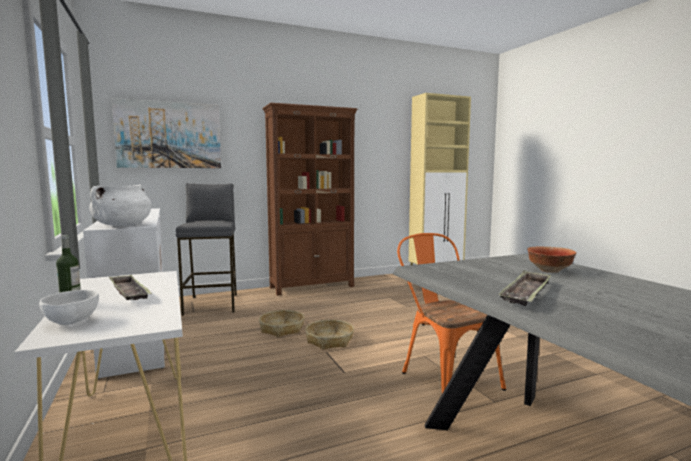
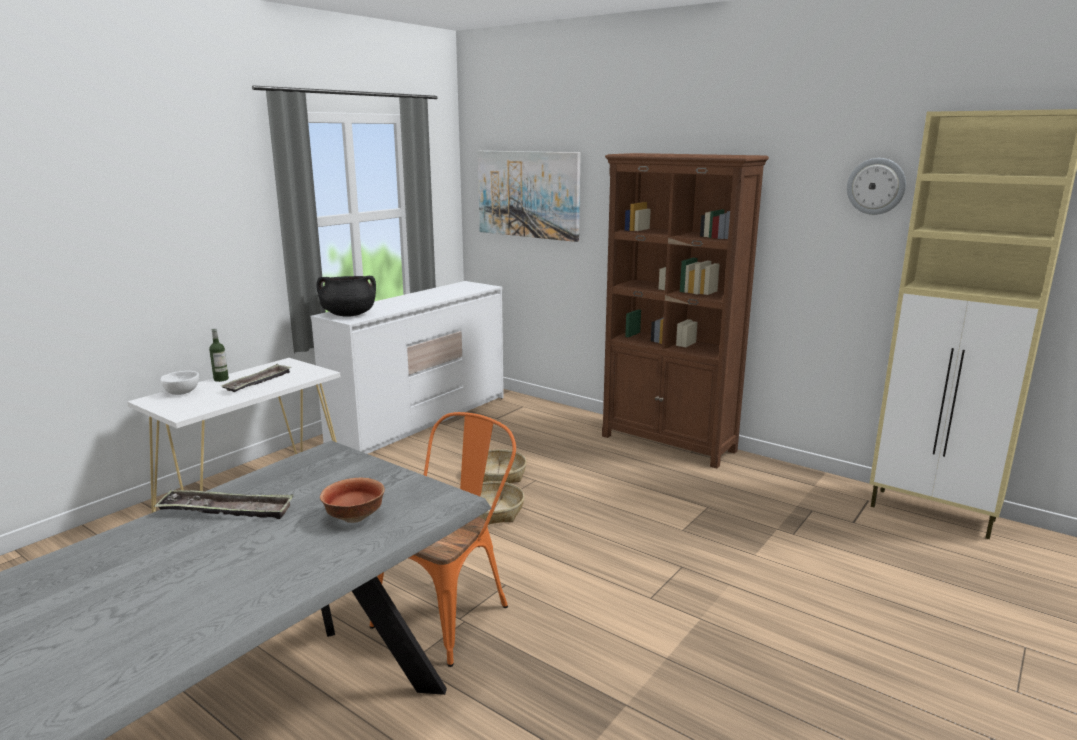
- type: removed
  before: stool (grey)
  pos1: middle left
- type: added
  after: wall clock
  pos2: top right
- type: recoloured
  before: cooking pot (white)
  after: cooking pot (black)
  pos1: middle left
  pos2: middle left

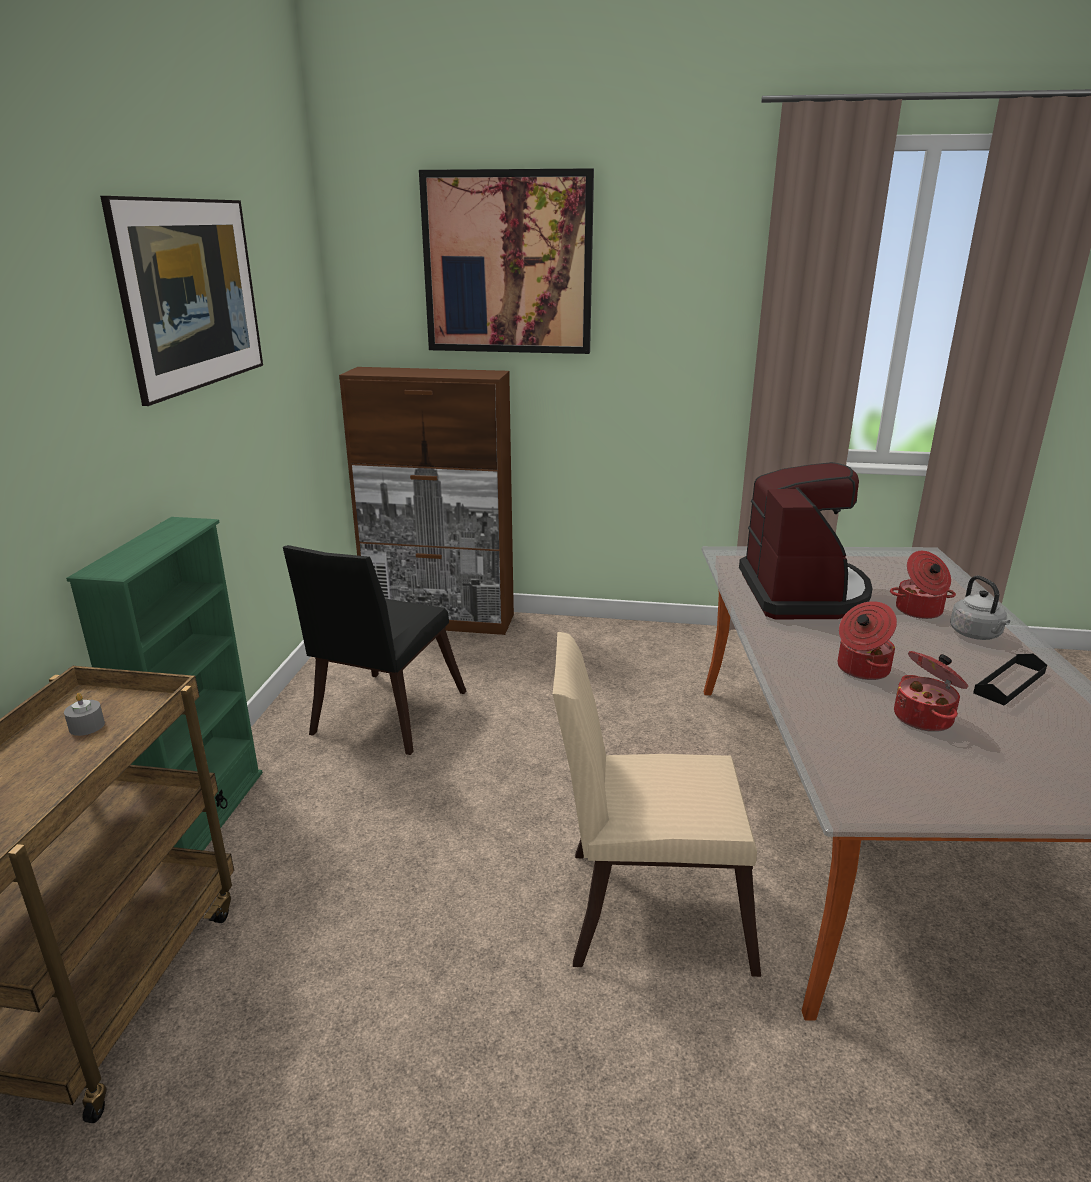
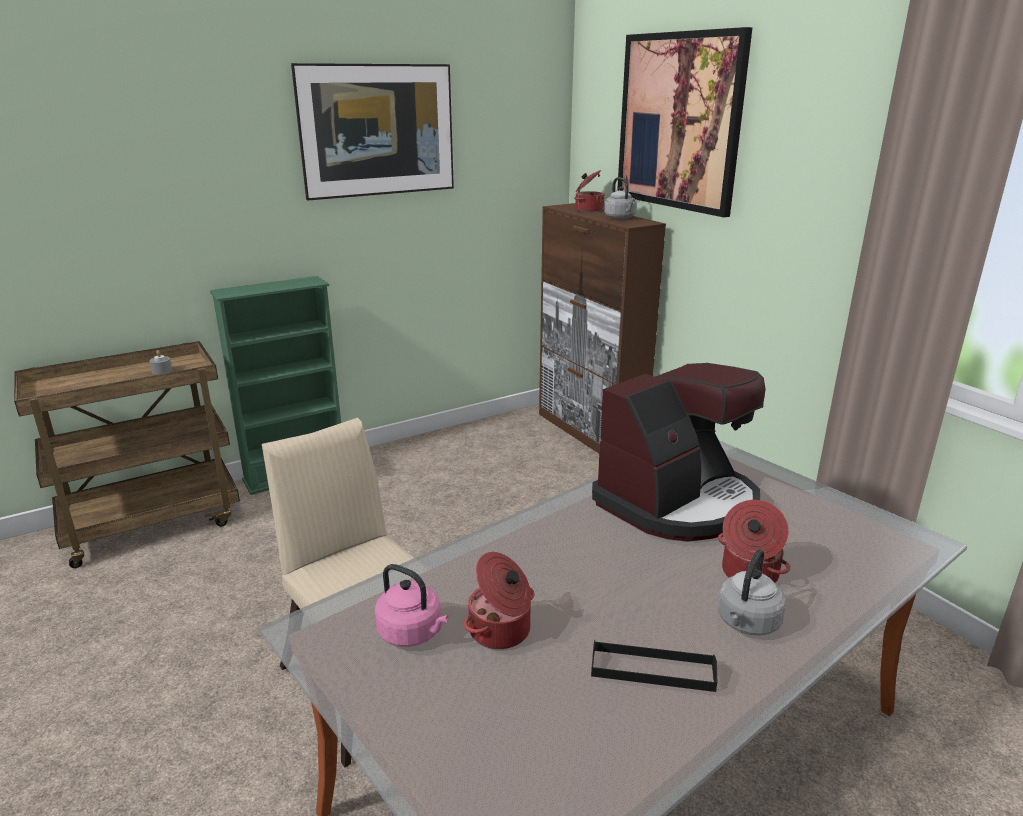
- type: removed
  before: chair (black)
  pos1: centre
- type: added
  after: kettle (pink)
  pos2: bottom centre
- type: added
  after: kettle (grey) (1st from left)
  pos2: top centre
- type: moved
  before: cooking pot (1st from left in the first image)
  after: cooking pot (2nd from left)
  pos1: middle right
  pos2: top centre

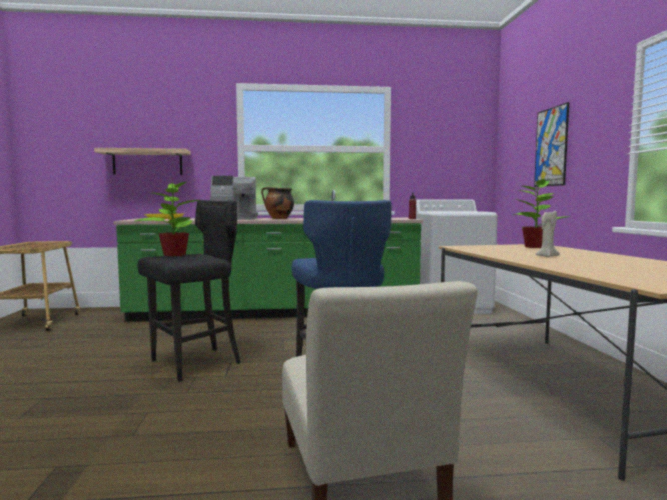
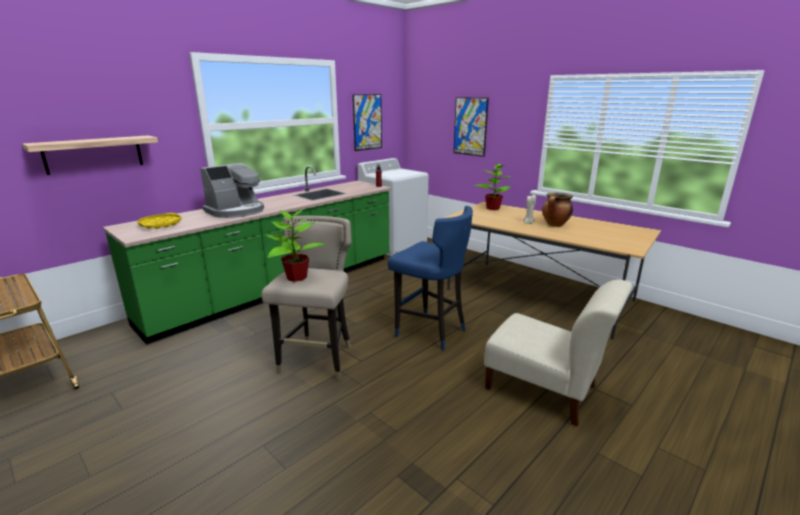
- type: added
  after: picture (1st from left)
  pos2: top centre
- type: moved
  before: cooking pot
  pos1: centre
  pos2: middle right
- type: recoloured
  before: stool (black)
  after: stool (beige)
  pos1: middle left
  pos2: centre

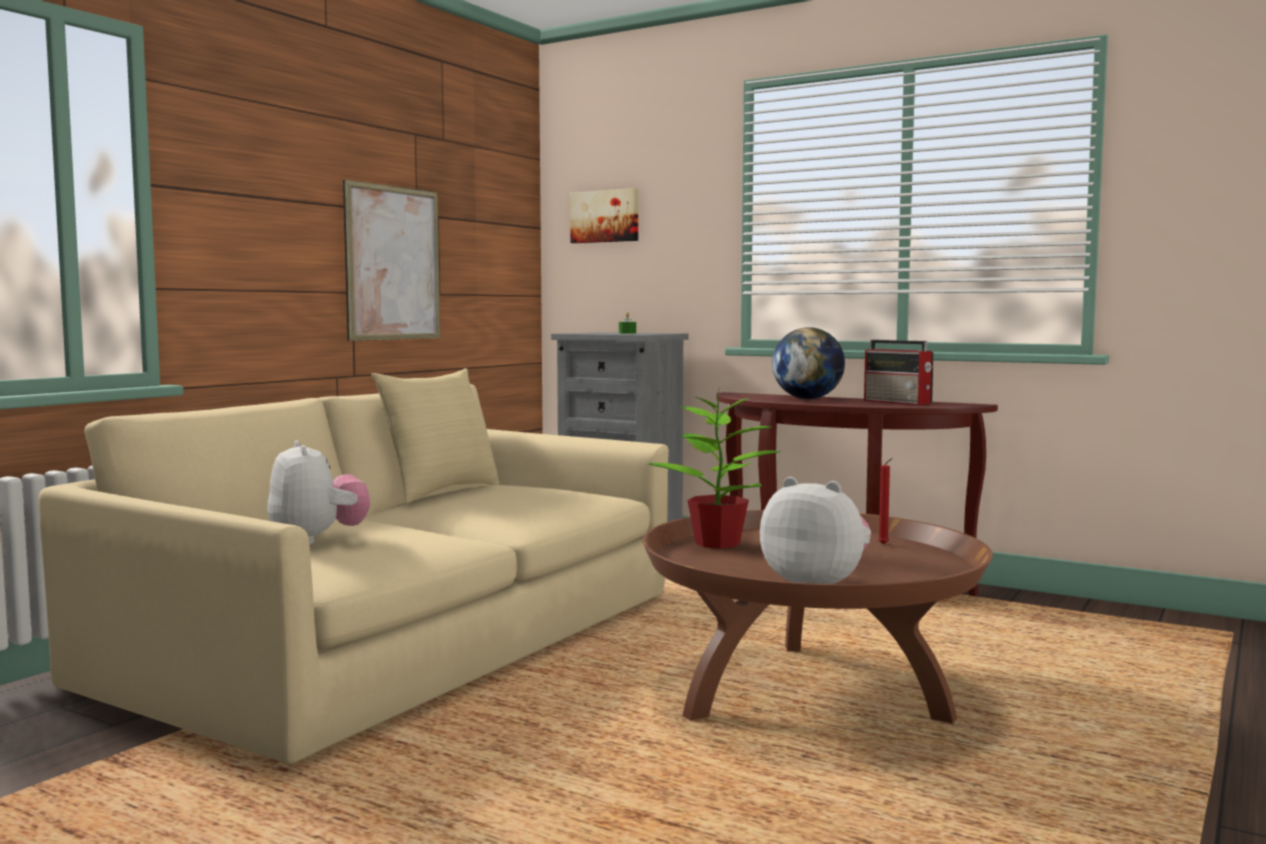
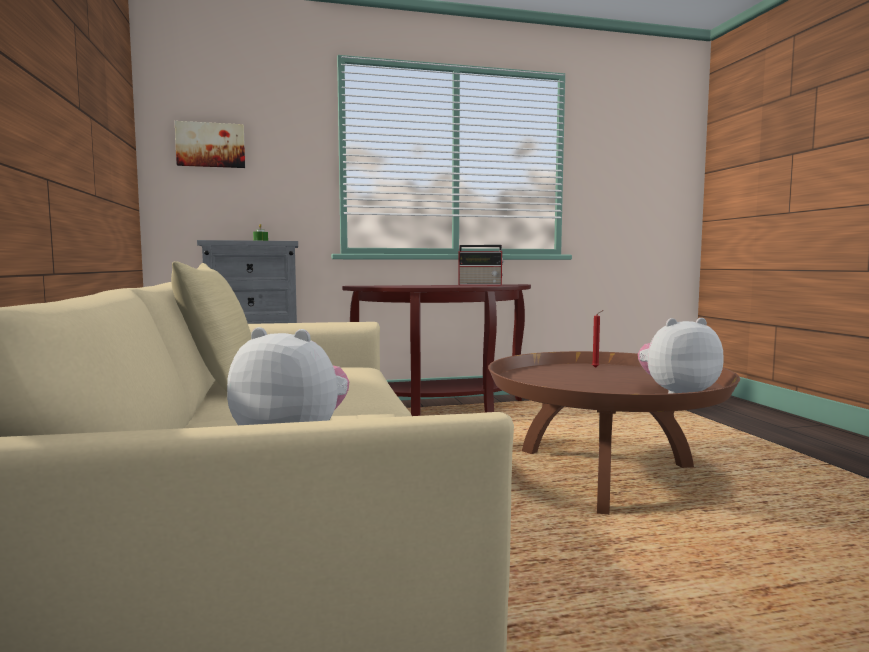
- type: removed
  before: picture (1st from left)
  pos1: top left
- type: removed
  before: potted plant
  pos1: centre
- type: removed
  before: globe
  pos1: centre

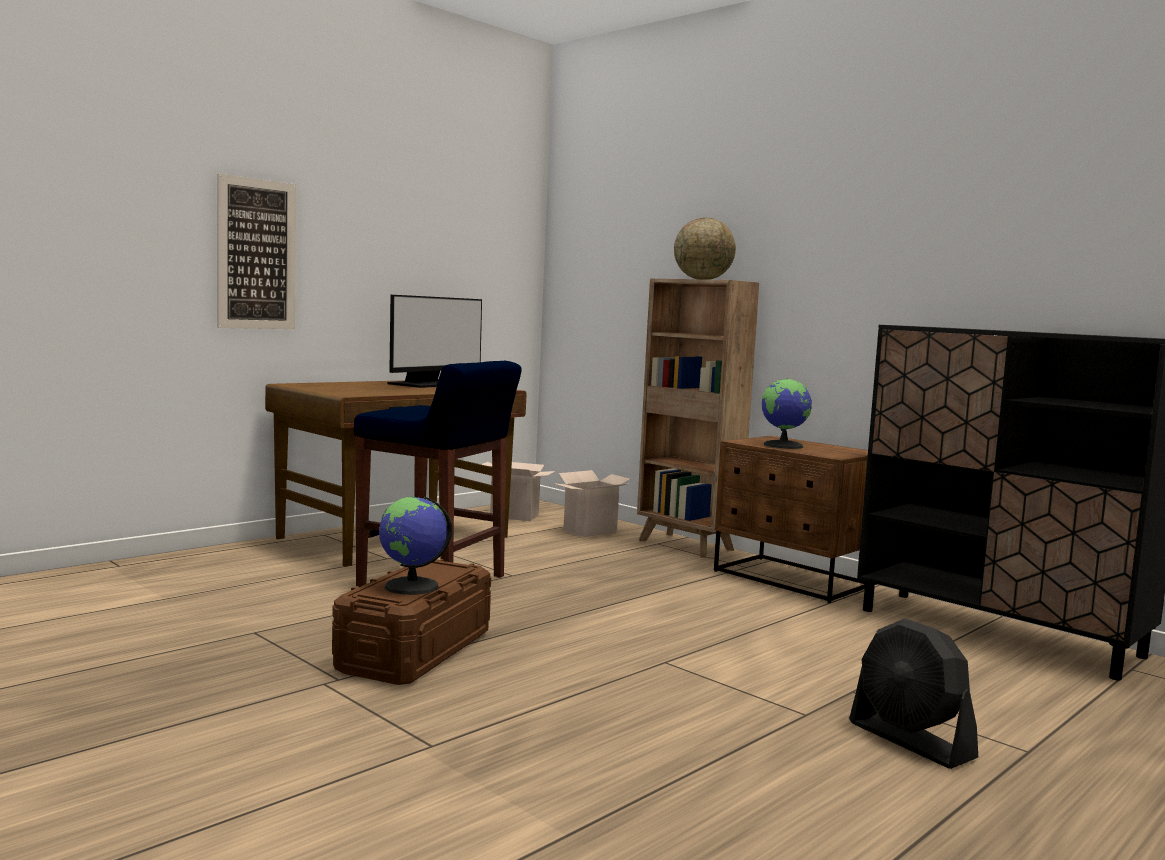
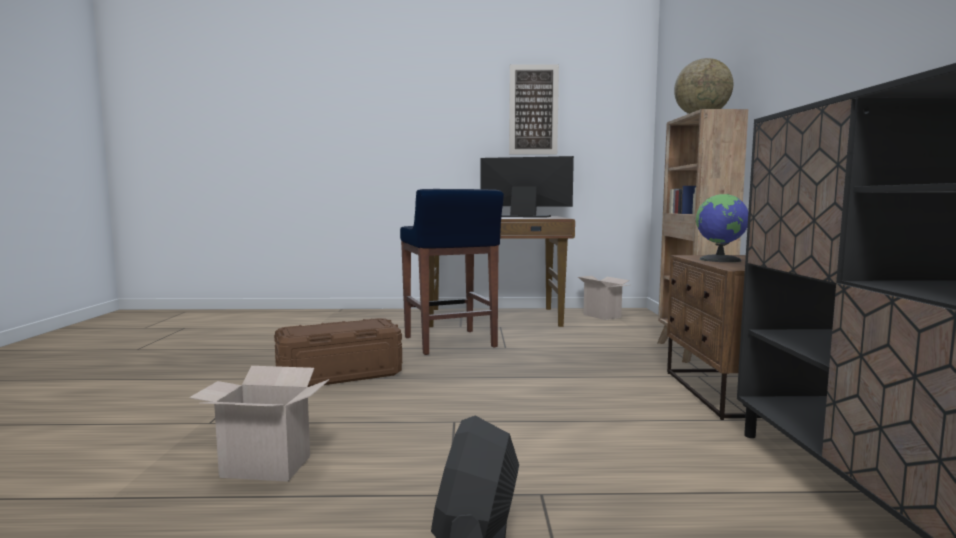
- type: removed
  before: globe (1st from left)
  pos1: centre
- type: moved
  before: picture
  pos1: top left
  pos2: top centre
- type: moved
  before: cardboard box (2nd from left in the first image)
  after: cardboard box (1st from left)
  pos1: centre
  pos2: bottom left
- type: turned
  before: monitor
  pos1: centre
  pos2: centre
  turn: -150

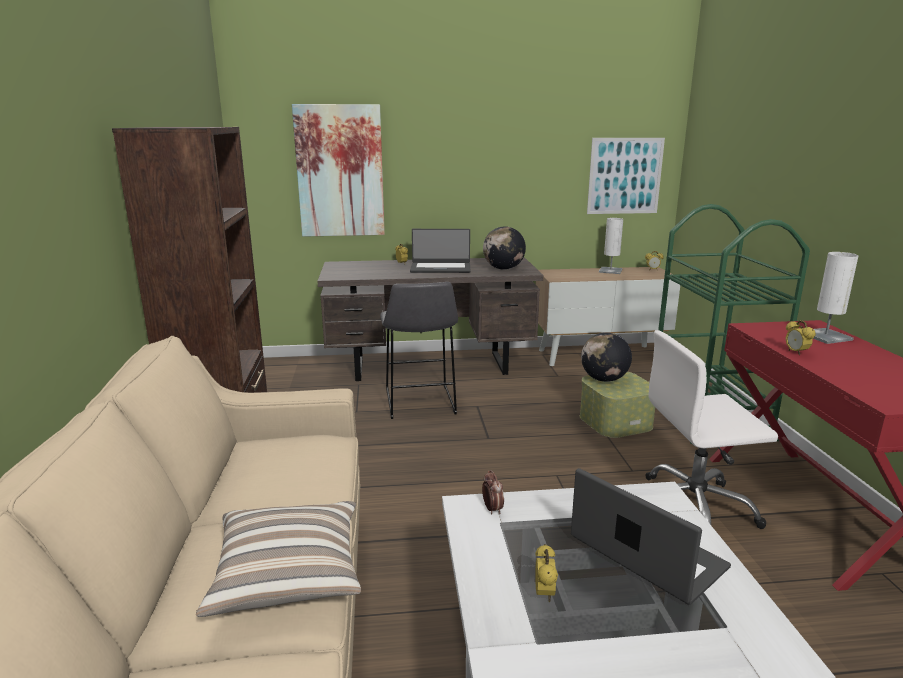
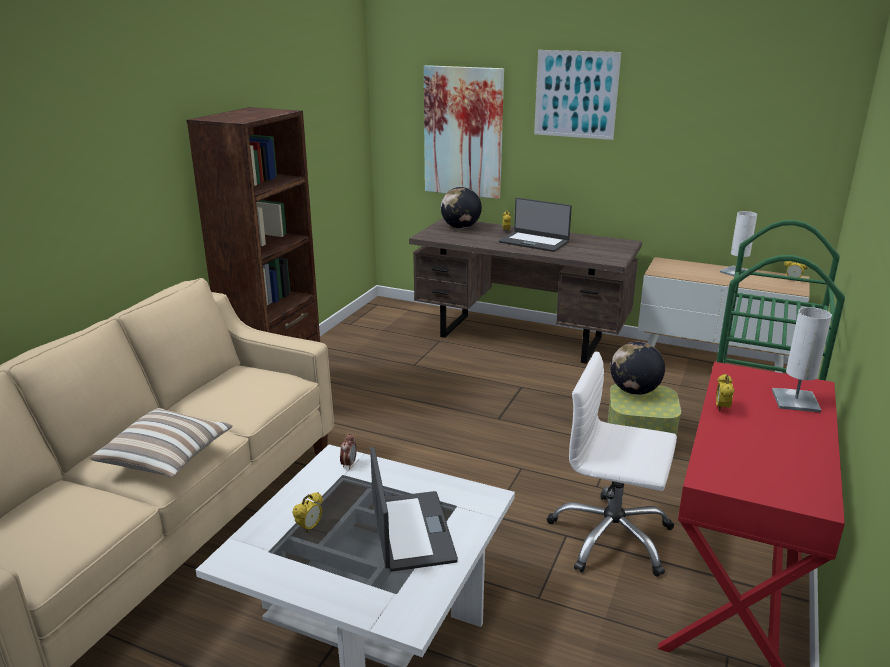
- type: removed
  before: stool (grey)
  pos1: centre
- type: moved
  before: globe (1st from left)
  pos1: centre
  pos2: top centre
- type: moved
  before: picture (2nd from left)
  pos1: top right
  pos2: top centre

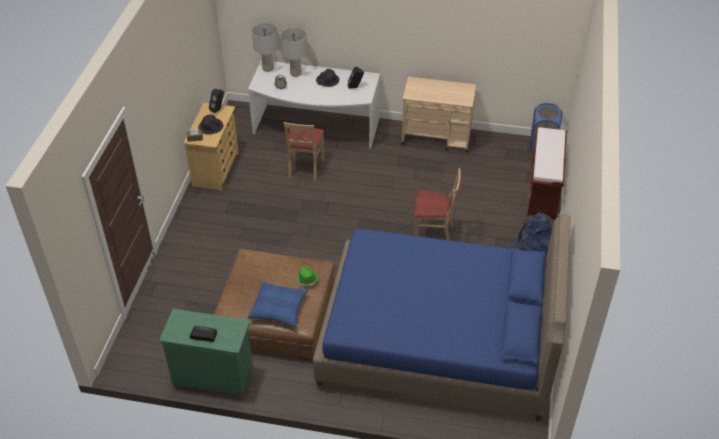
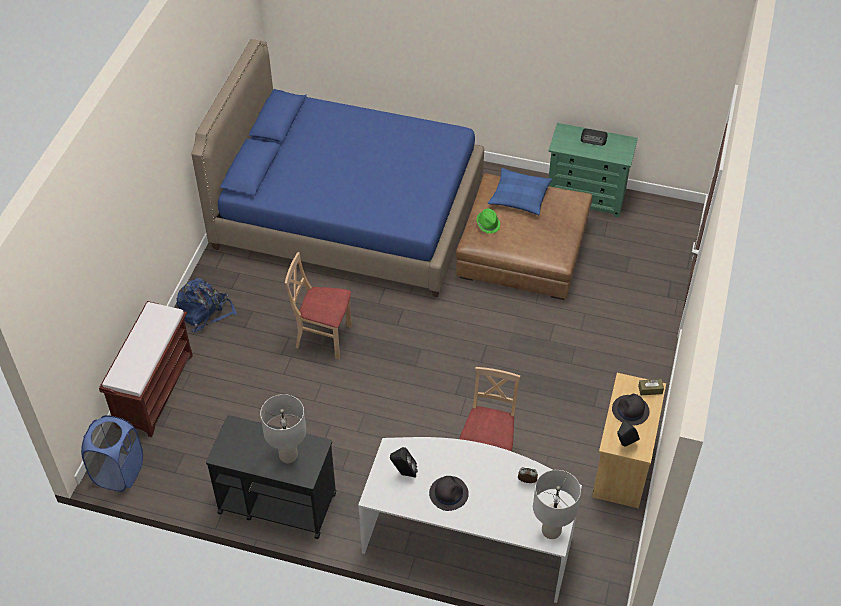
- type: moved
  before: table lamp (grey) (2nd from left in the first image)
  after: table lamp (grey) (1st from left)
  pos1: top centre
  pos2: bottom centre
- type: recoloured
  before: cart (beige)
  after: cart (black)
  pos1: top centre
  pos2: bottom left

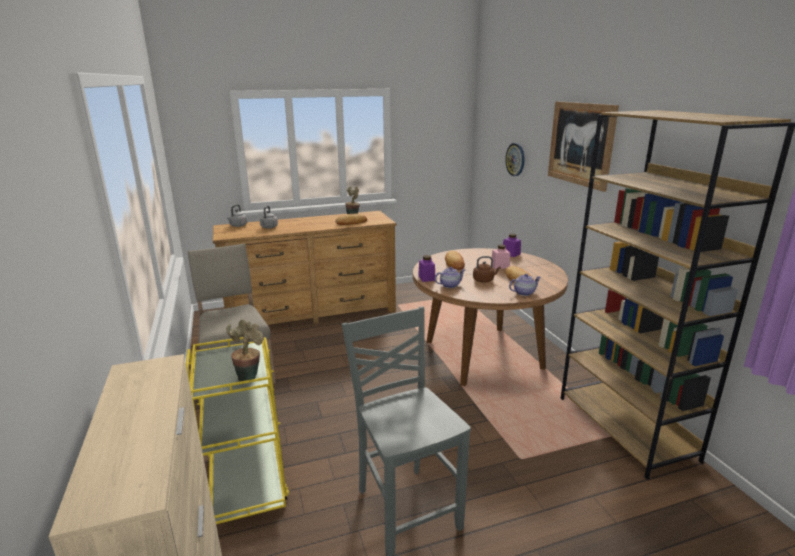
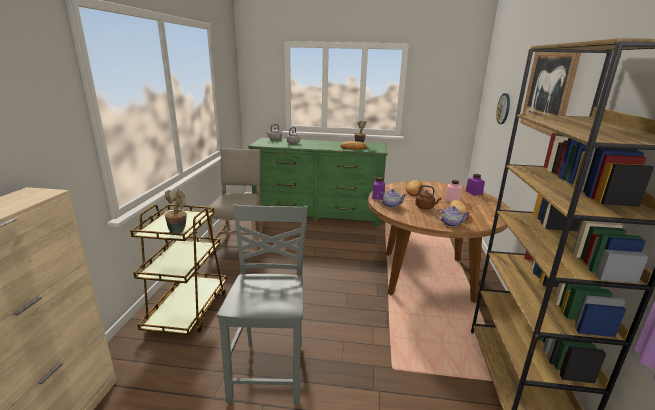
- type: recoloured
  before: cart (yellow)
  after: cart (brown)
  pos1: bottom left
  pos2: middle left
- type: recoloured
  before: dresser (brown)
  after: dresser (green)
  pos1: centre
  pos2: centre

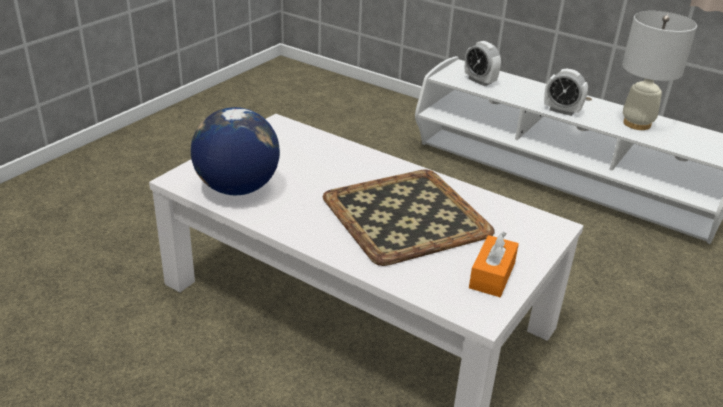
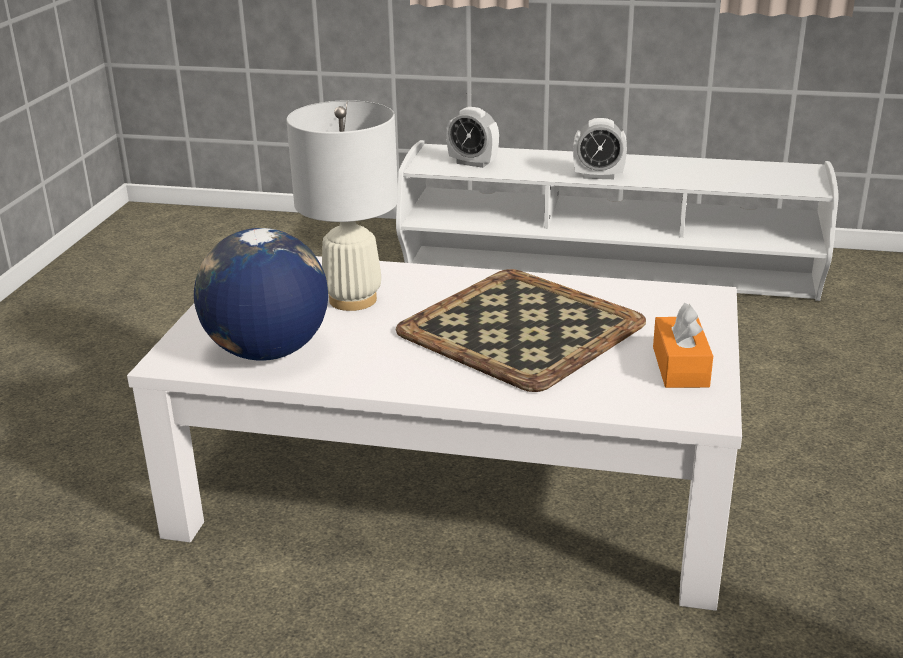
- type: moved
  before: table lamp (white)
  pos1: top right
  pos2: top centre

